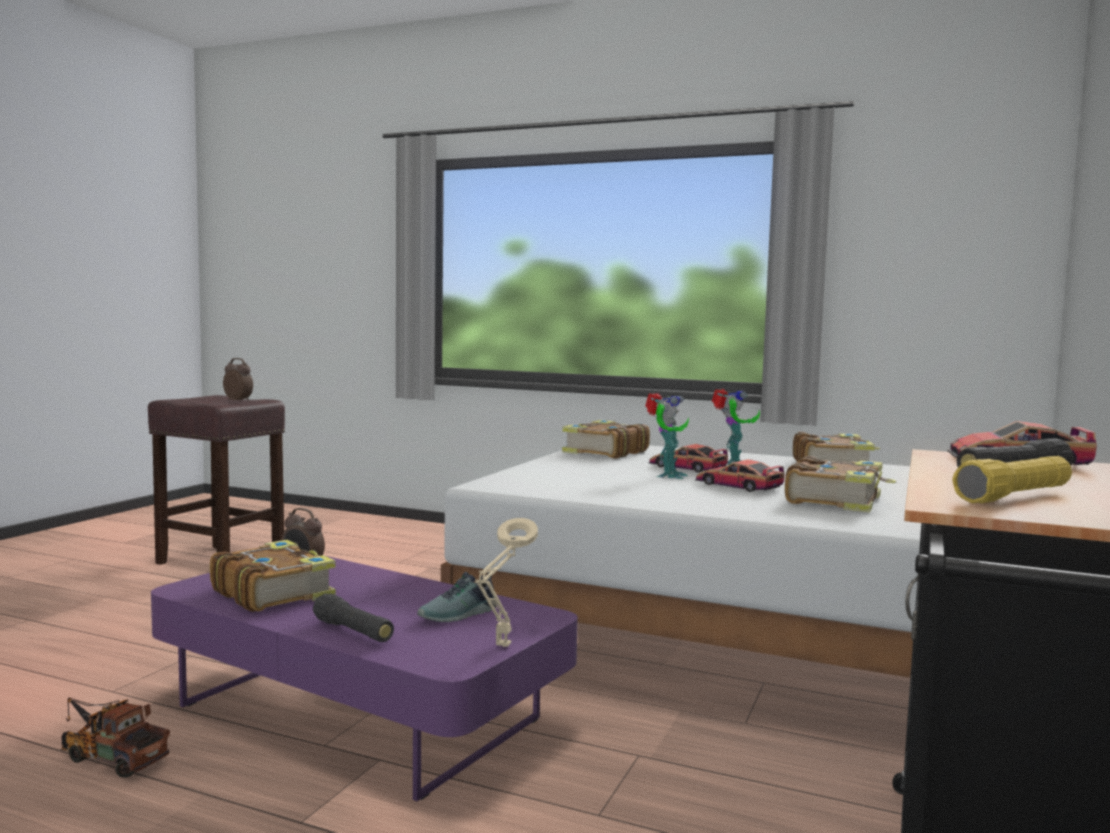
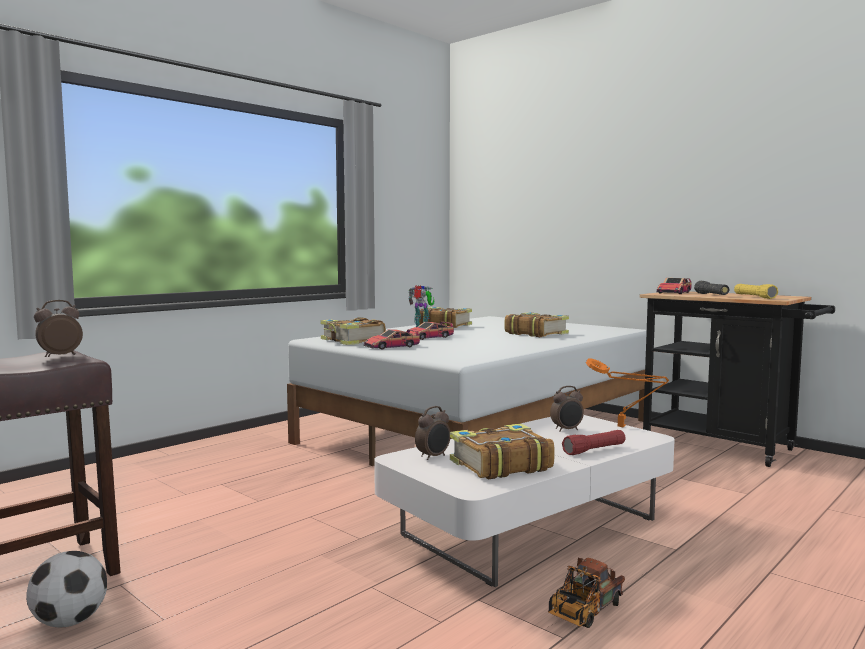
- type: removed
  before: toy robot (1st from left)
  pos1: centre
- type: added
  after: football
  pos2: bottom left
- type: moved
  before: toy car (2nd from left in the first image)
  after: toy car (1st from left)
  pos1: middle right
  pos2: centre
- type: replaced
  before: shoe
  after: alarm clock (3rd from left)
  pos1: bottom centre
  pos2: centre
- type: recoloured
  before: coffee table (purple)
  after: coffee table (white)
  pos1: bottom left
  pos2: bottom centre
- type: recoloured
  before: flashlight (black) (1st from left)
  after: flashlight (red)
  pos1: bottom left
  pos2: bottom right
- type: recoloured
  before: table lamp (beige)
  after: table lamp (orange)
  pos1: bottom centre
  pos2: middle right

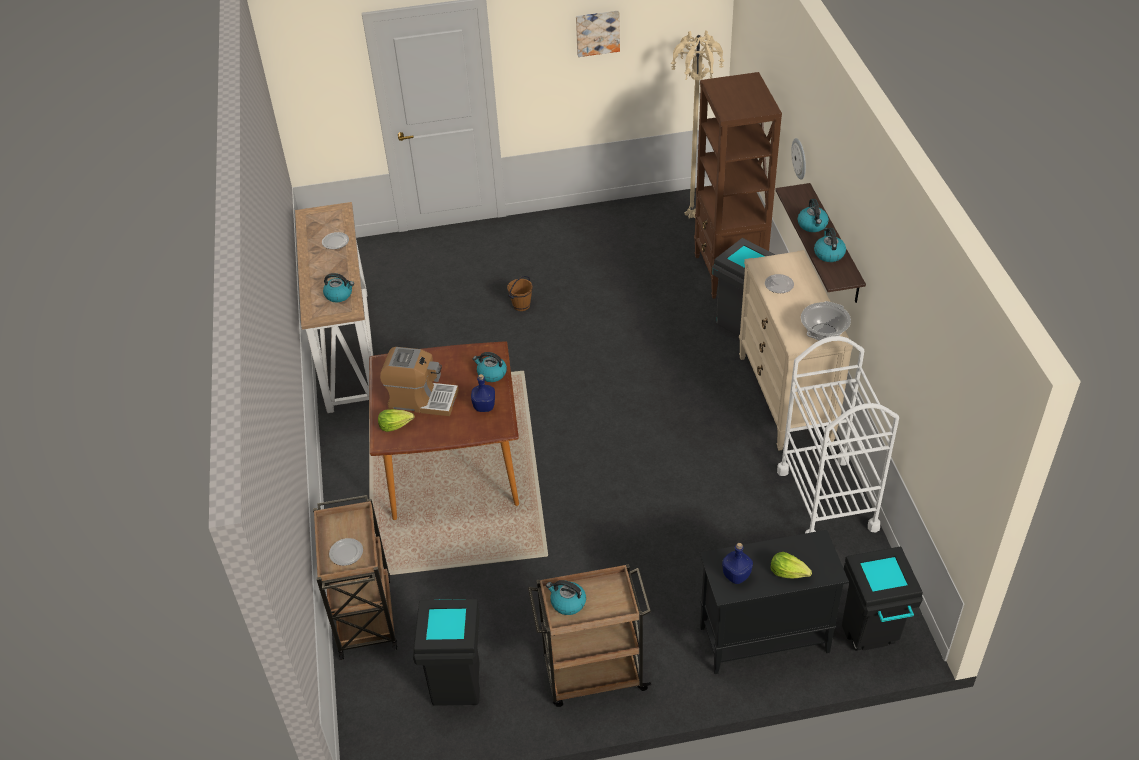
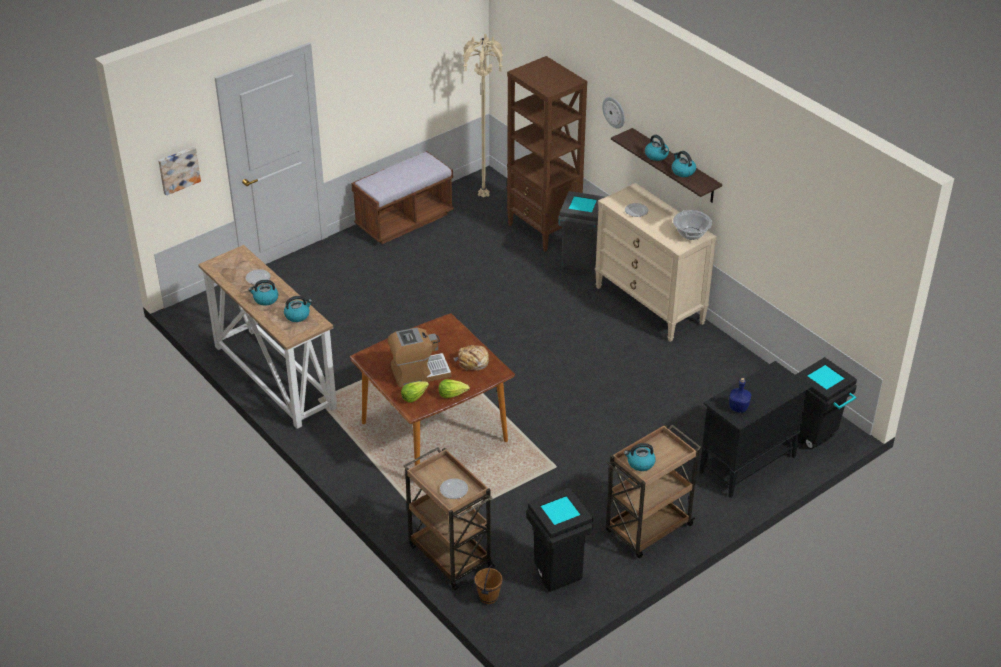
- type: removed
  before: cart (white)
  pos1: middle right
- type: added
  after: bench (brown)
  pos2: top centre
- type: moved
  before: kettle (2nd from left in the first image)
  after: kettle (1st from left)
  pos1: centre
  pos2: middle left
- type: moved
  before: bucket (brown)
  pos1: centre
  pos2: bottom centre
- type: moved
  before: picture
  pos1: top centre
  pos2: top left
- type: moved
  before: lettuce (2nd from left)
  pos1: bottom right
  pos2: centre
- type: replaced
  before: bottle (blue) (1st from left)
  after: bread
  pos1: centre
  pos2: centre

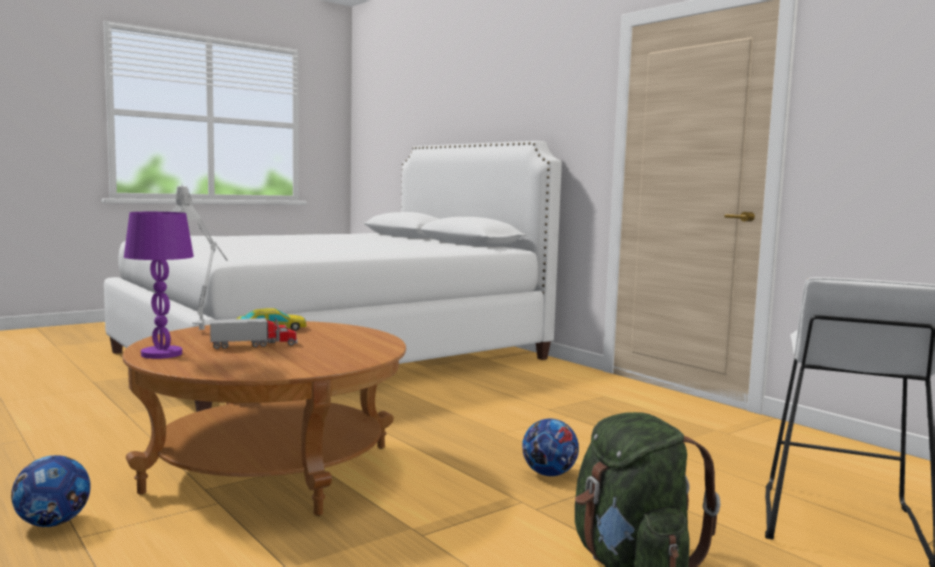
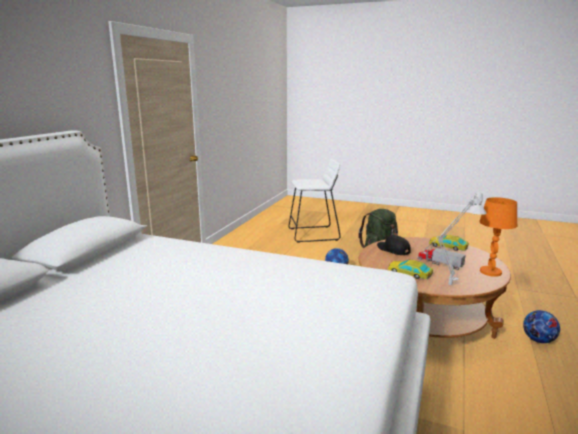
- type: added
  after: cap (black)
  pos2: middle right
- type: added
  after: toy car (2nd from left)
  pos2: middle right
- type: recoloured
  before: table lamp (purple)
  after: table lamp (orange)
  pos1: middle left
  pos2: middle right

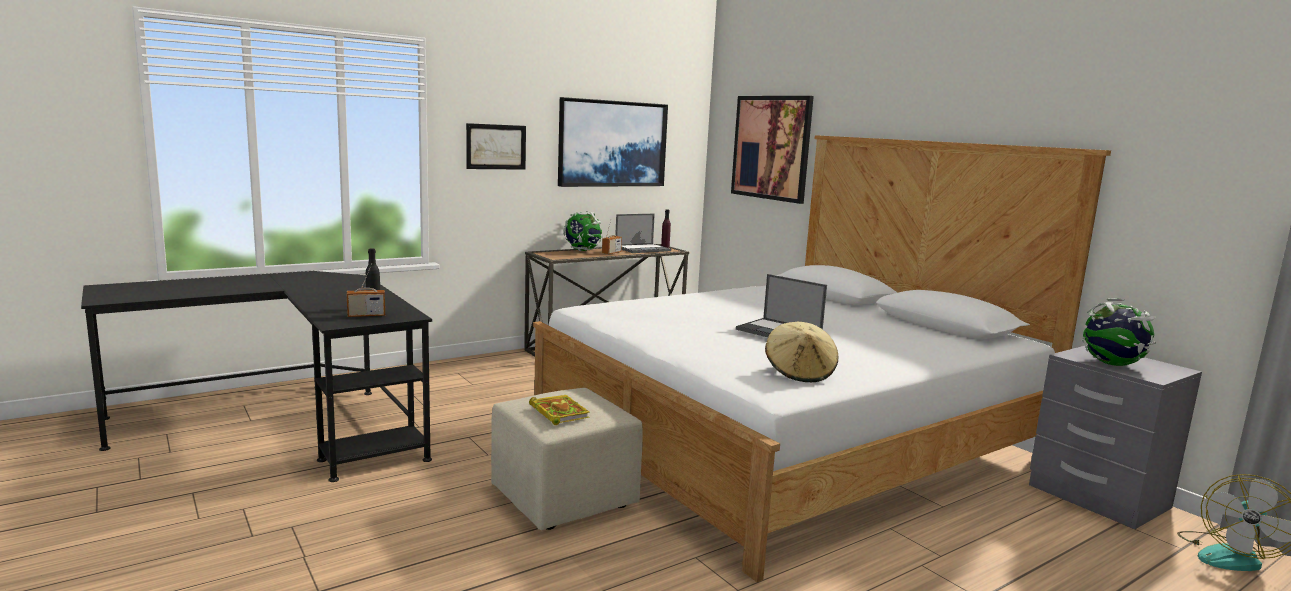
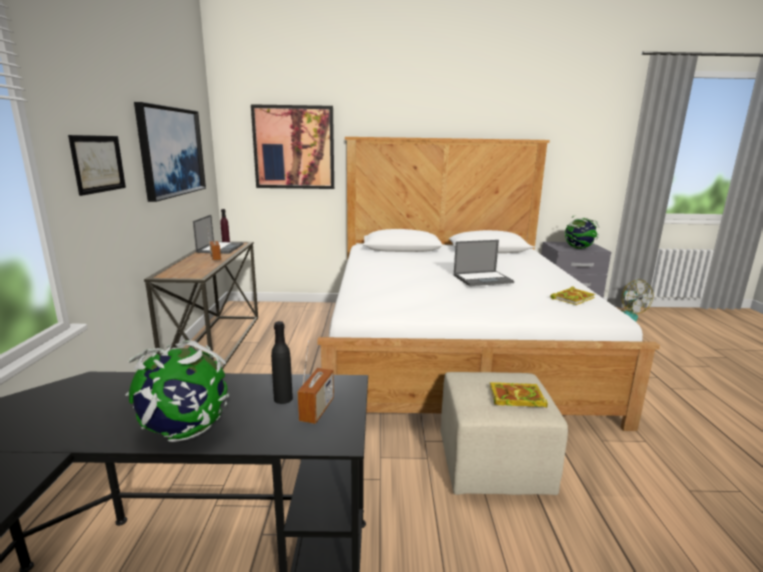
- type: moved
  before: globe (1st from left)
  pos1: centre
  pos2: bottom left
- type: replaced
  before: hat (beige)
  after: book (2nd from left)
  pos1: centre
  pos2: middle right

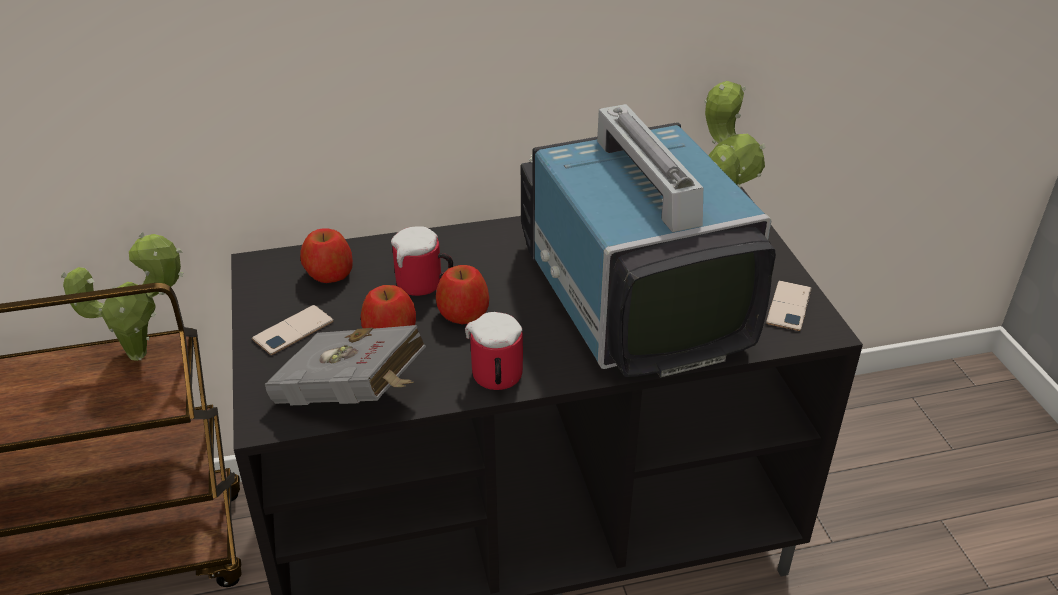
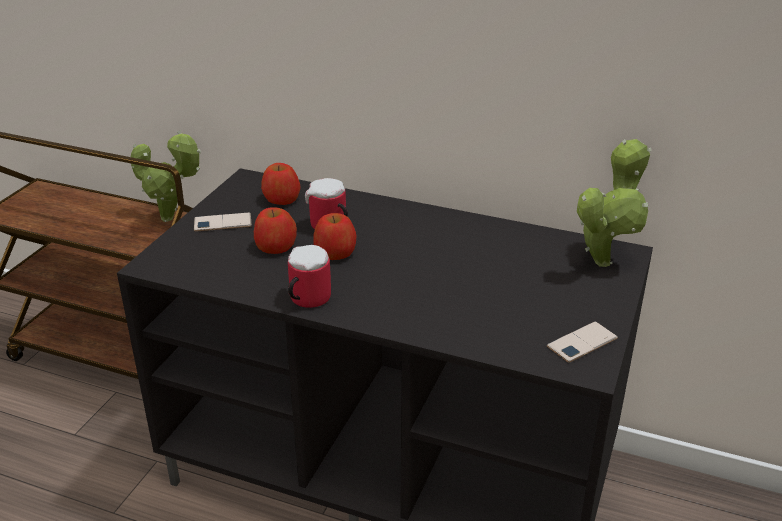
- type: removed
  before: book (grey)
  pos1: middle left
- type: removed
  before: television
  pos1: centre

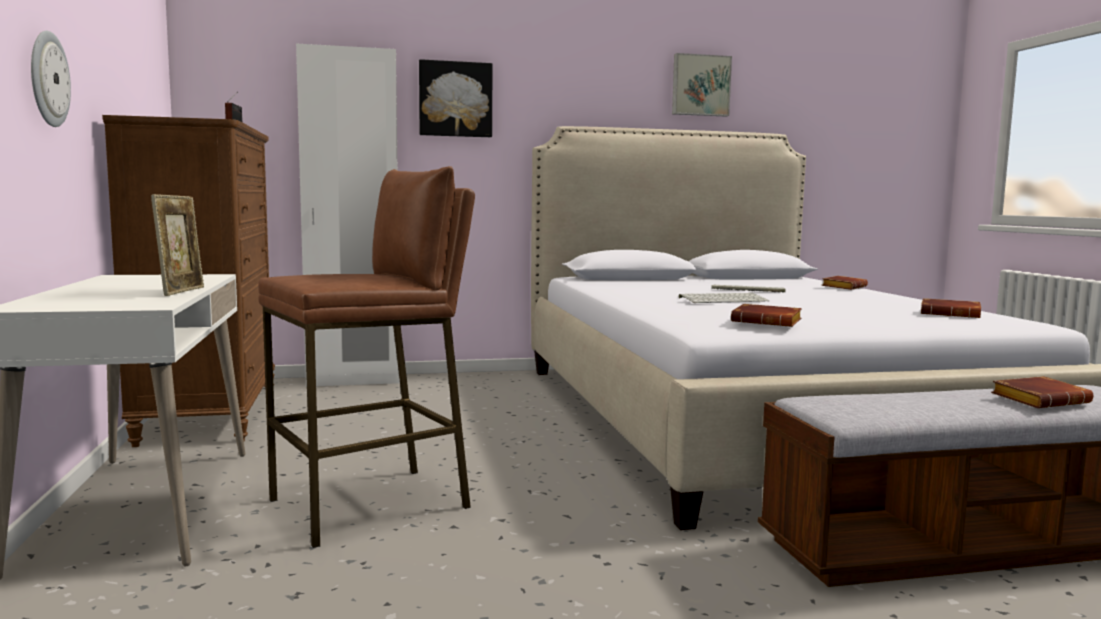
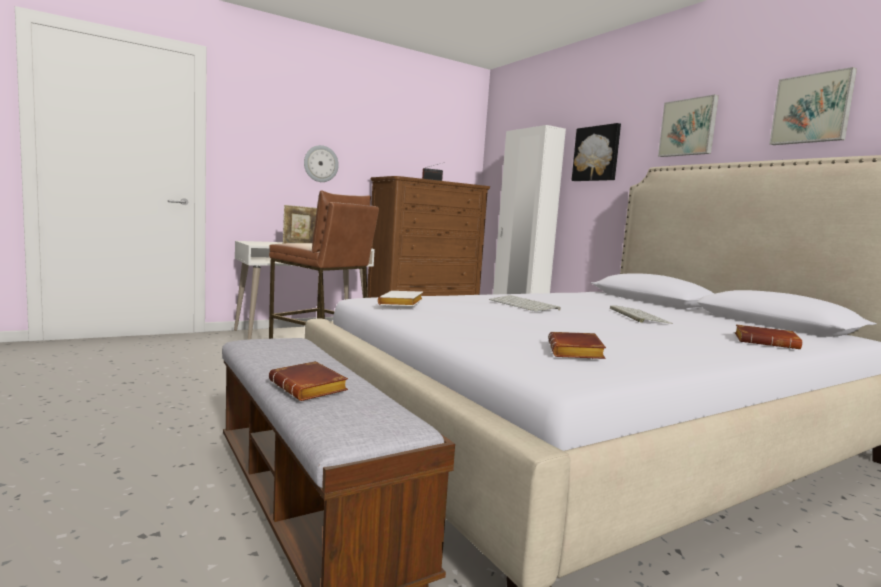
- type: added
  after: picture (2nd from left)
  pos2: top right
- type: recoloured
  before: book (brown) (1st from left)
  after: book (white)
  pos1: middle right
  pos2: centre

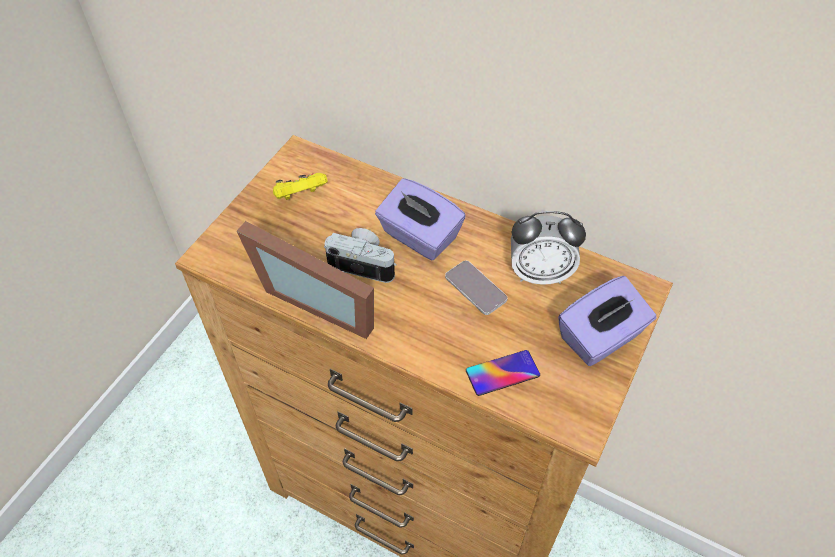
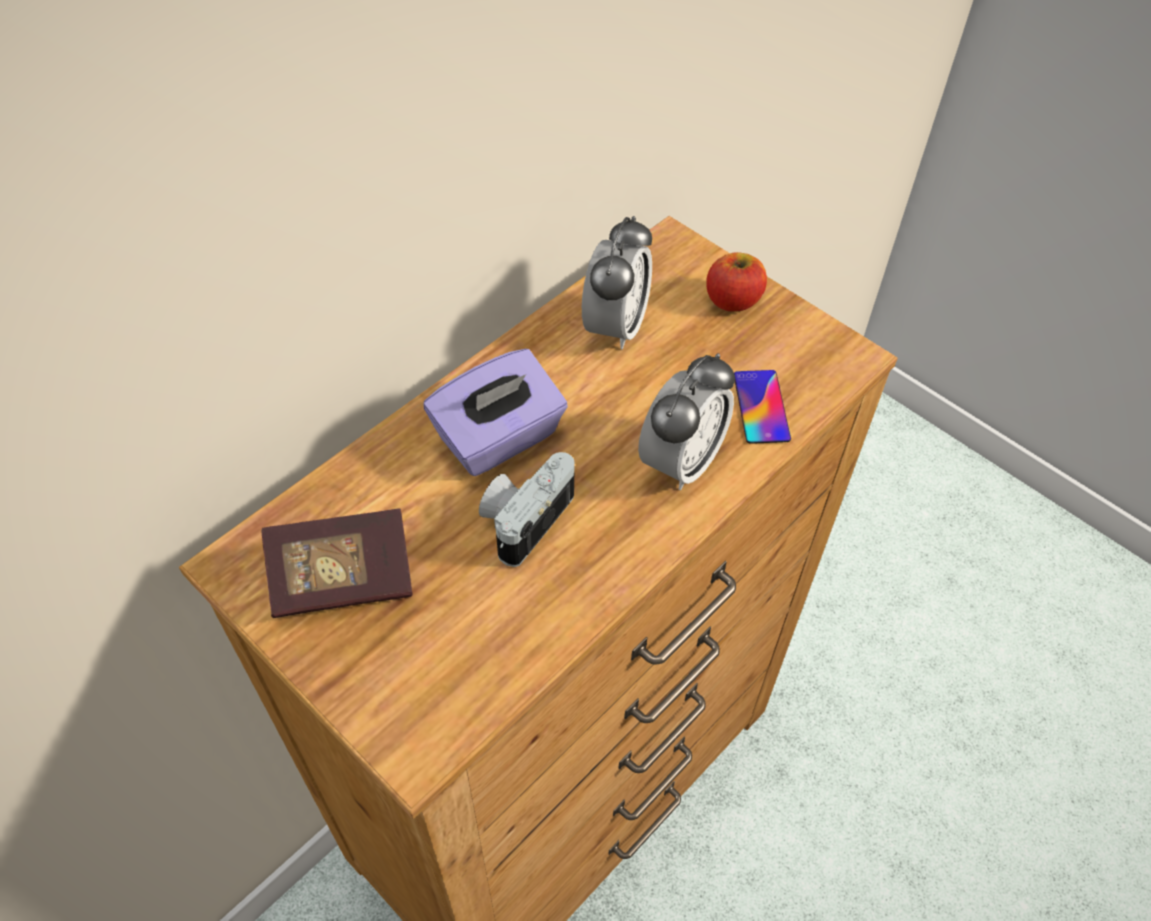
- type: removed
  before: picture frame
  pos1: centre
- type: removed
  before: phone (1st from left)
  pos1: centre
- type: added
  after: alarm clock (2nd from left)
  pos2: centre
- type: replaced
  before: game controller (yellow)
  after: book
  pos1: centre
  pos2: middle left
- type: replaced
  before: tissue box (purple) (2nd from left)
  after: apple
  pos1: middle right
  pos2: top centre

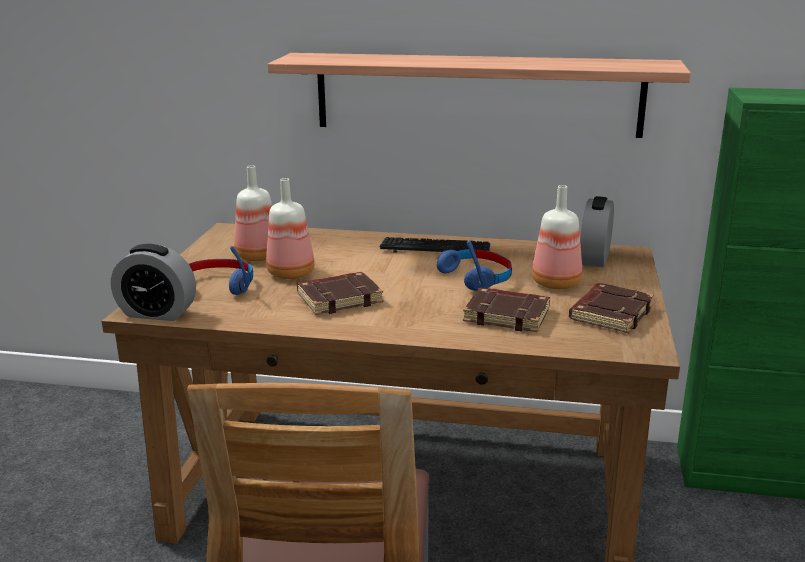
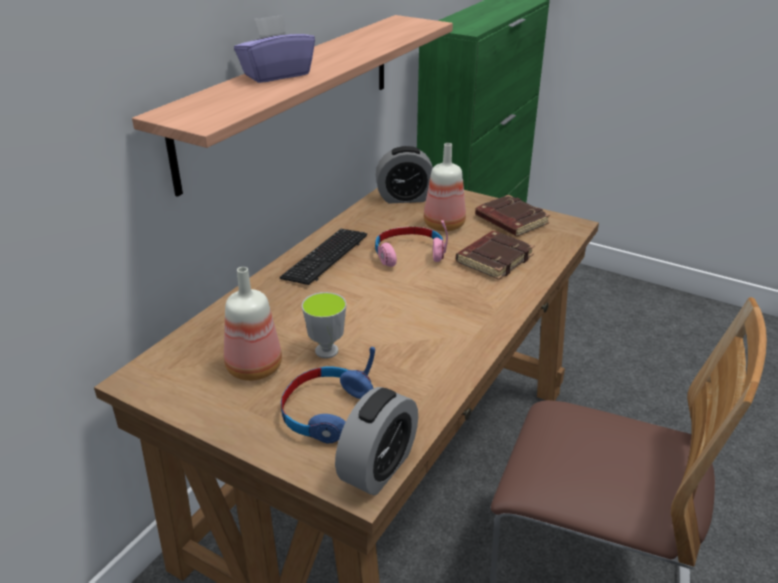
- type: removed
  before: book (brown) (1st from left)
  pos1: centre
- type: added
  after: tissue box (purple)
  pos2: top centre
- type: replaced
  before: bottle (2nd from left)
  after: cup
  pos1: centre
  pos2: centre
- type: recoloured
  before: headphones (blue) (2nd from left)
  after: headphones (pink)
  pos1: centre
  pos2: centre
- type: turned
  before: alarm clock (2nd from left)
  pos1: middle right
  pos2: top centre
  turn: -45

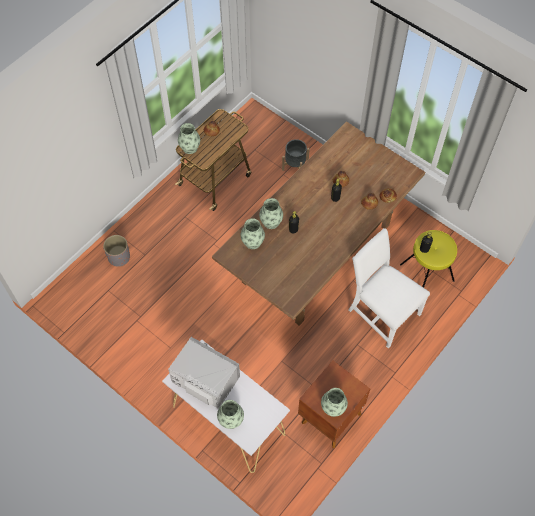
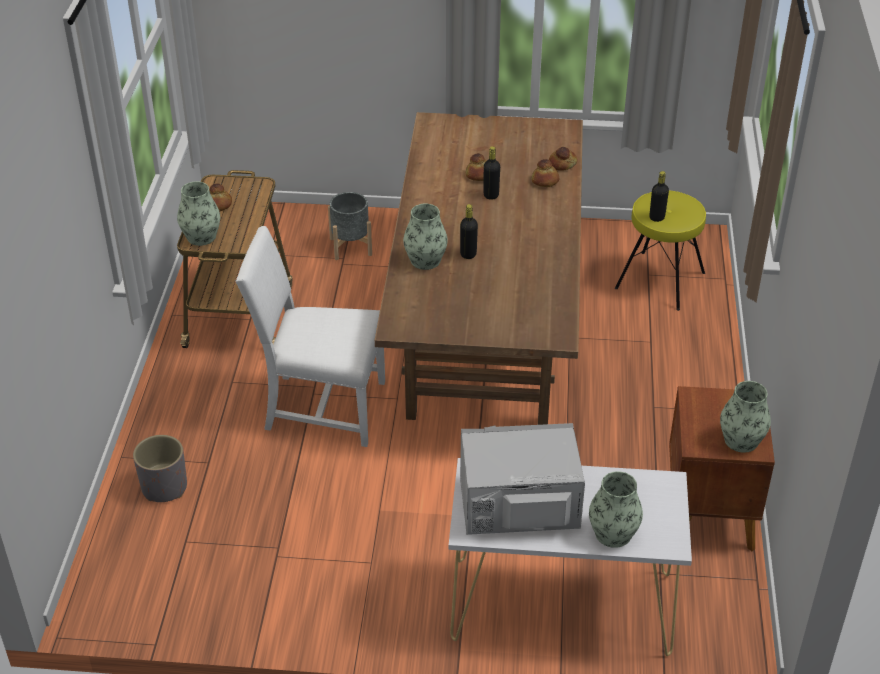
- type: removed
  before: vase (3rd from left)
  pos1: centre
- type: moved
  before: chair (white)
  pos1: middle right
  pos2: centre

